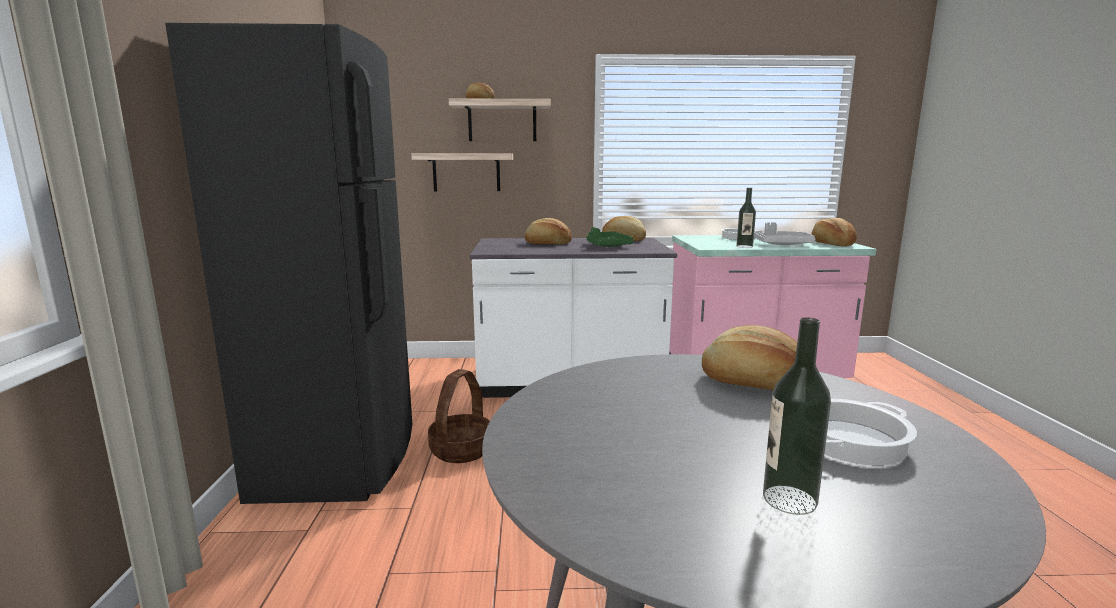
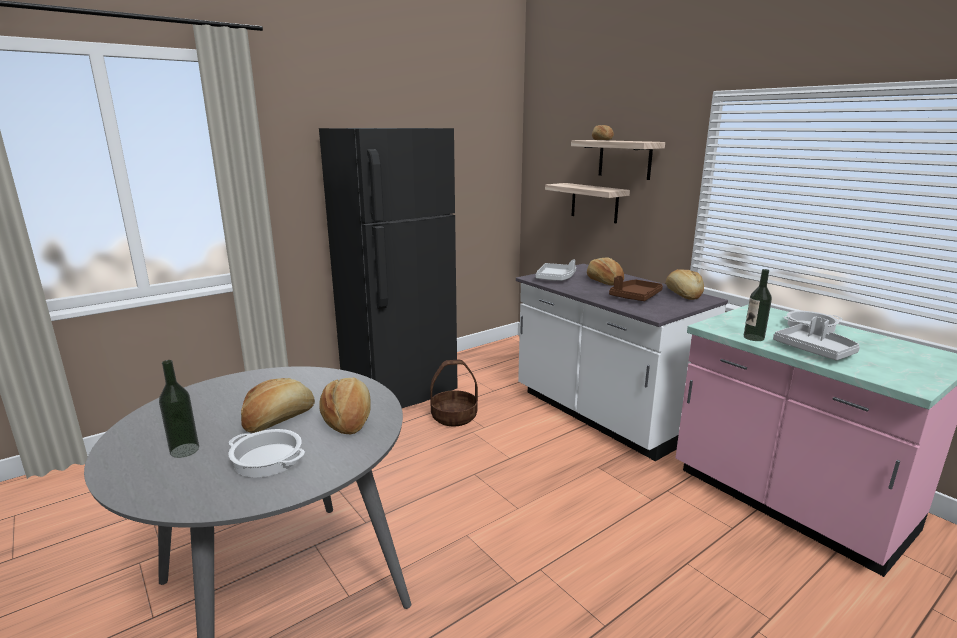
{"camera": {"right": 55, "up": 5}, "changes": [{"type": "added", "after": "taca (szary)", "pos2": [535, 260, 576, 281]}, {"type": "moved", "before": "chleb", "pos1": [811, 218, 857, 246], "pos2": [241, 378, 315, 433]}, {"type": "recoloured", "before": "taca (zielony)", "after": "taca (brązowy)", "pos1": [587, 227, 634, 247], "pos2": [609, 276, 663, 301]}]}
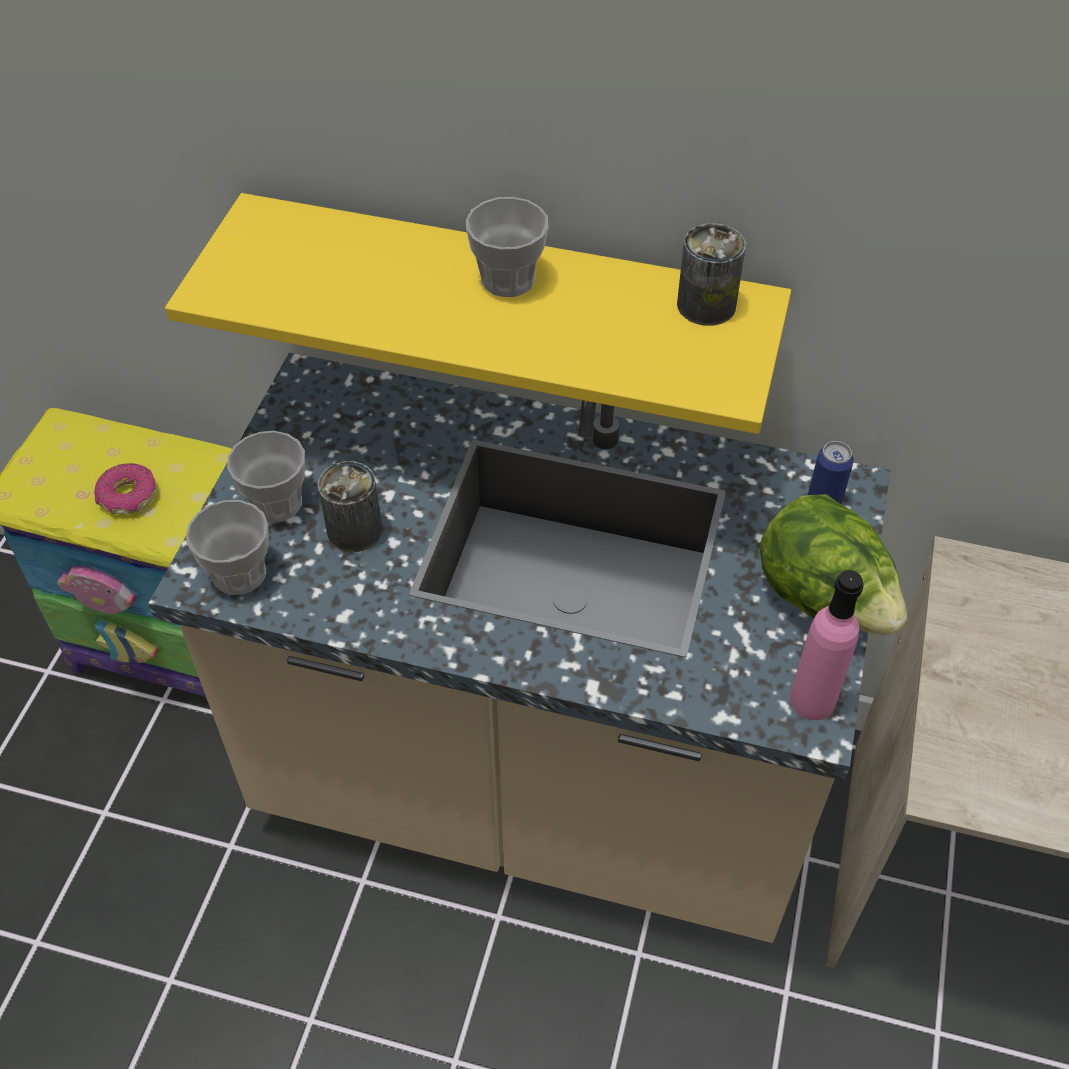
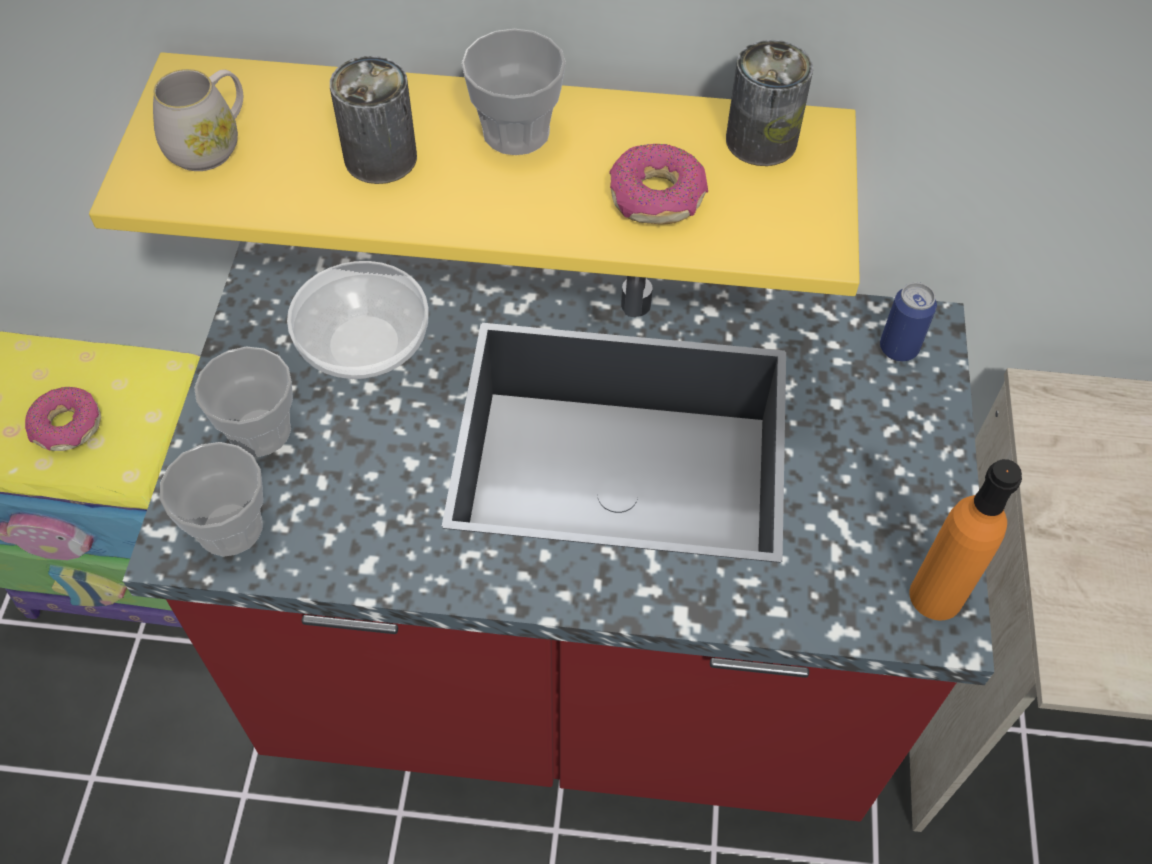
{"camera": {"right": -10, "up": 5}, "changes": [{"type": "removed", "before": "sałata", "pos1": [760, 494, 908, 635]}, {"type": "added", "after": "kubek (biały)", "pos2": [153, 69, 243, 171]}, {"type": "added", "after": "miska", "pos2": [287, 261, 429, 379]}, {"type": "added", "after": "donut", "pos2": [609, 144, 708, 224]}, {"type": "moved", "before": "puszka", "pos1": [318, 461, 382, 552], "pos2": [330, 56, 417, 184]}, {"type": "recoloured", "before": "zabudowa kuchenna (beżowy)", "after": "zabudowa kuchenna (czerwony)", "pos1": [149, 353, 890, 943], "pos2": [123, 241, 994, 821]}, {"type": "recoloured", "before": "butelka (różowy)", "after": "butelka (pomarańczowy)", "pos1": [790, 570, 864, 720], "pos2": [910, 459, 1022, 620]}]}
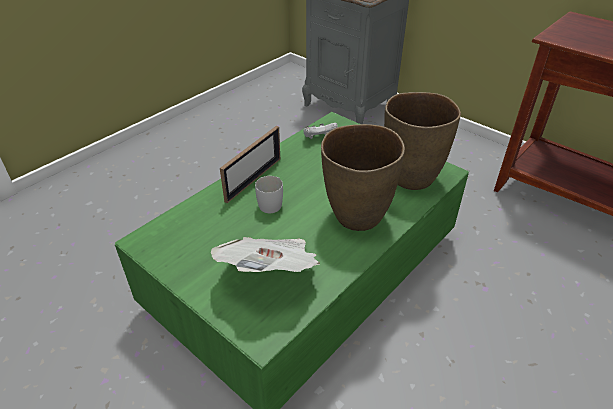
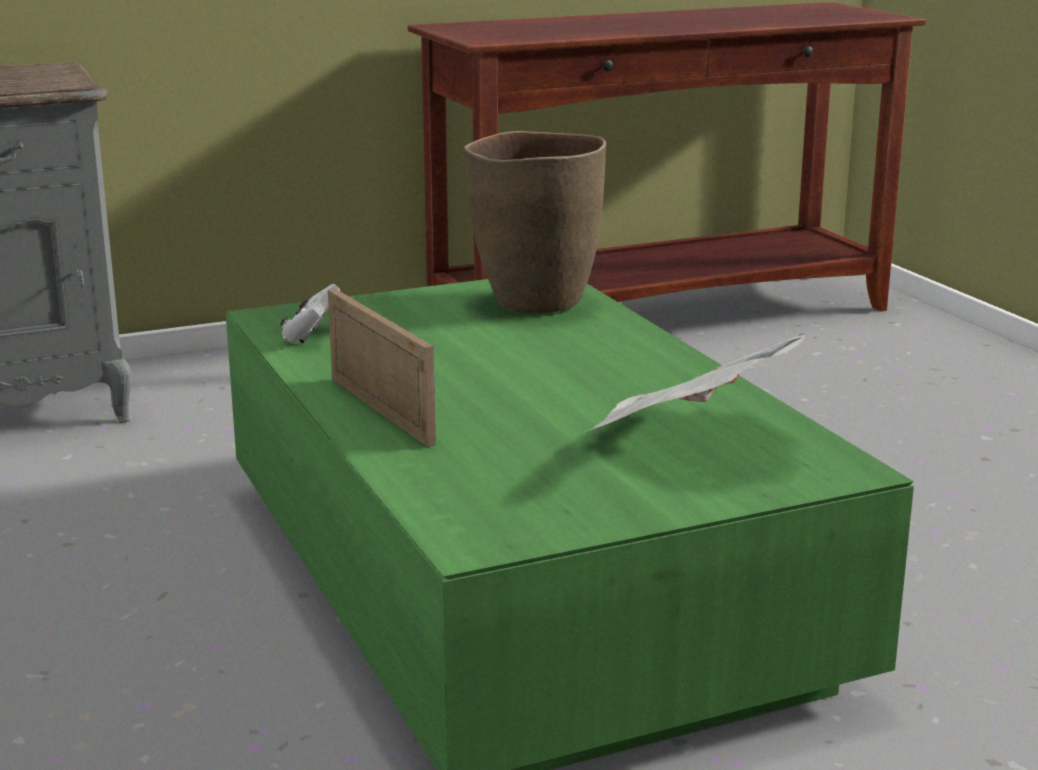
{"camera": {"right": -65, "up": -20}, "changes": [{"type": "removed", "before": "kubek (biały)", "pos1": [255, 176, 283, 213]}, {"type": "removed", "before": "wazon (brązowy)", "pos1": [321, 124, 405, 231]}]}
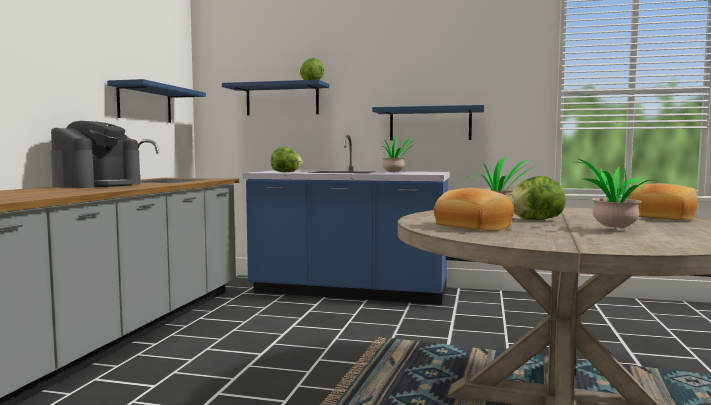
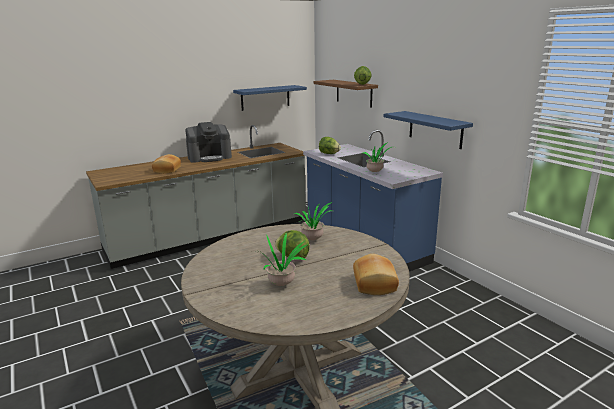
{"camera": {"right": 45, "up": 15}, "changes": [{"type": "moved", "before": "chleb", "pos1": [434, 188, 514, 231], "pos2": [152, 154, 181, 174]}, {"type": "recoloured", "before": "półka (niebieski)", "after": "półka (brązowy)", "pos1": [222, 80, 329, 115], "pos2": [314, 80, 378, 108]}]}
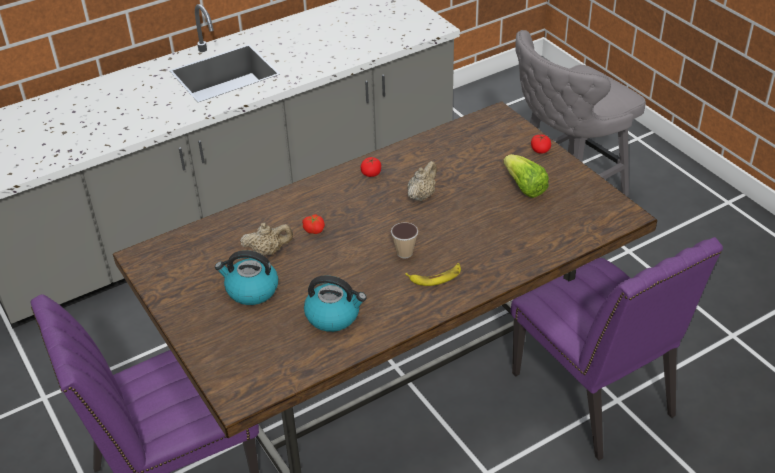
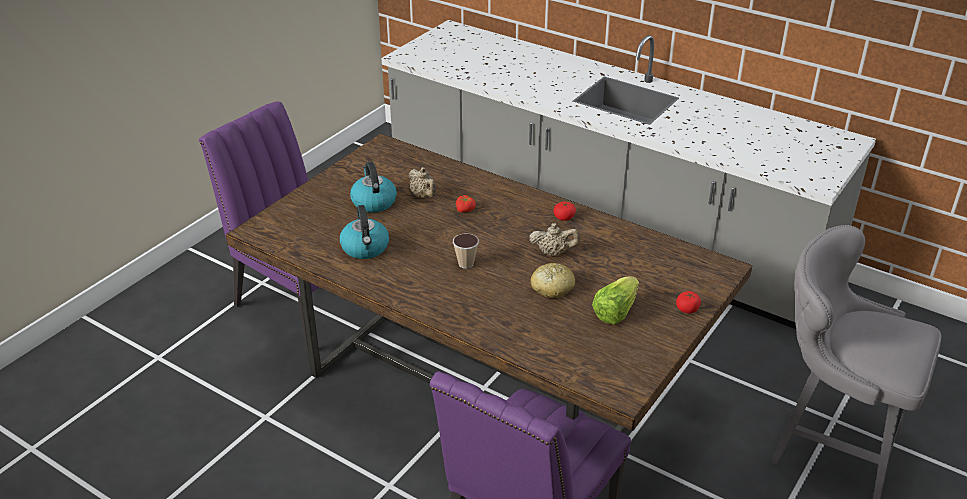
{"camera": {"right": 65, "up": -5}, "changes": [{"type": "removed", "before": "banan", "pos1": [405, 263, 461, 286]}, {"type": "added", "after": "chleb", "pos2": [530, 263, 575, 298]}]}
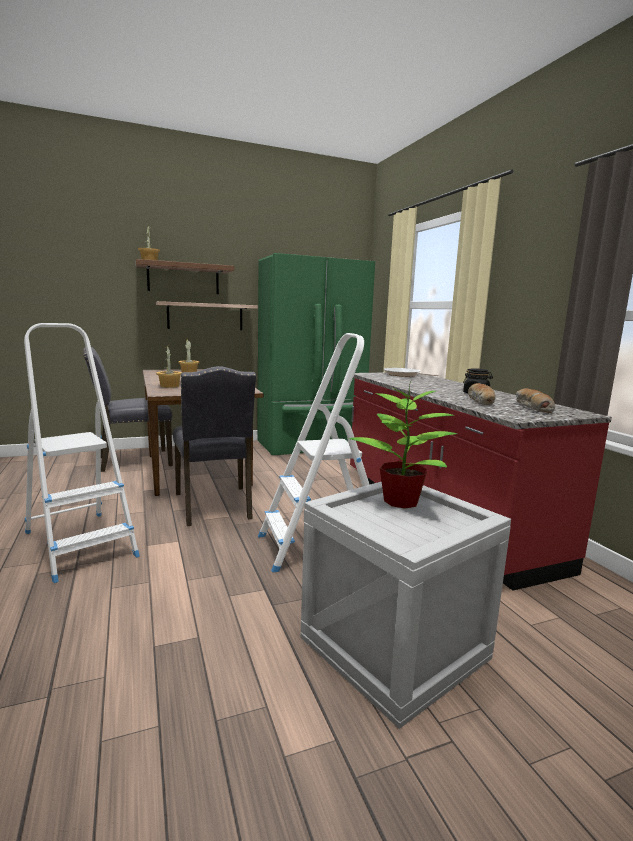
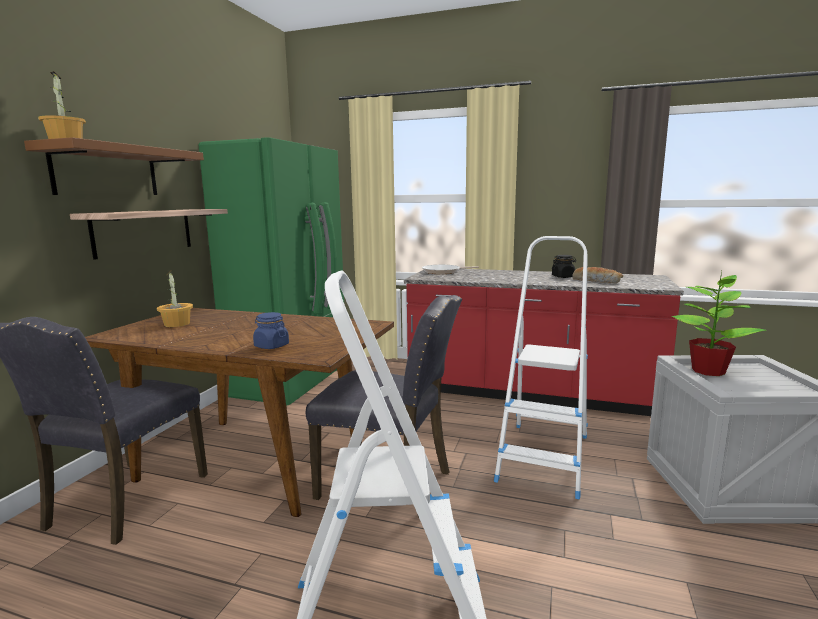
{"camera": {"right": -50, "up": 0}, "changes": [{"type": "removed", "before": "chleb", "pos1": [516, 388, 555, 413]}, {"type": "replaced", "before": "roślina doniczkowa", "after": "słoik (niebieski)", "pos1": [156, 344, 182, 388], "pos2": [253, 312, 289, 349]}]}
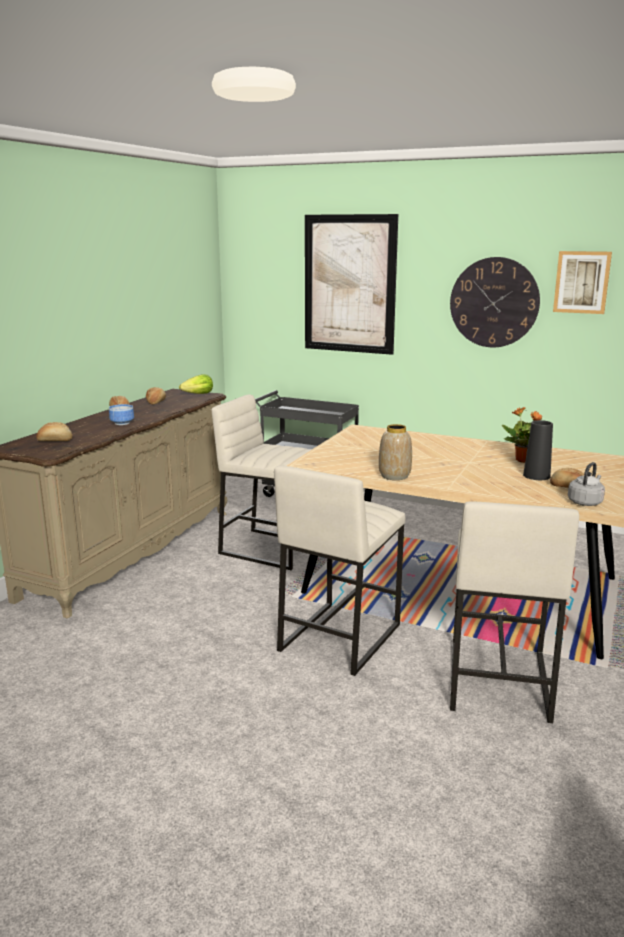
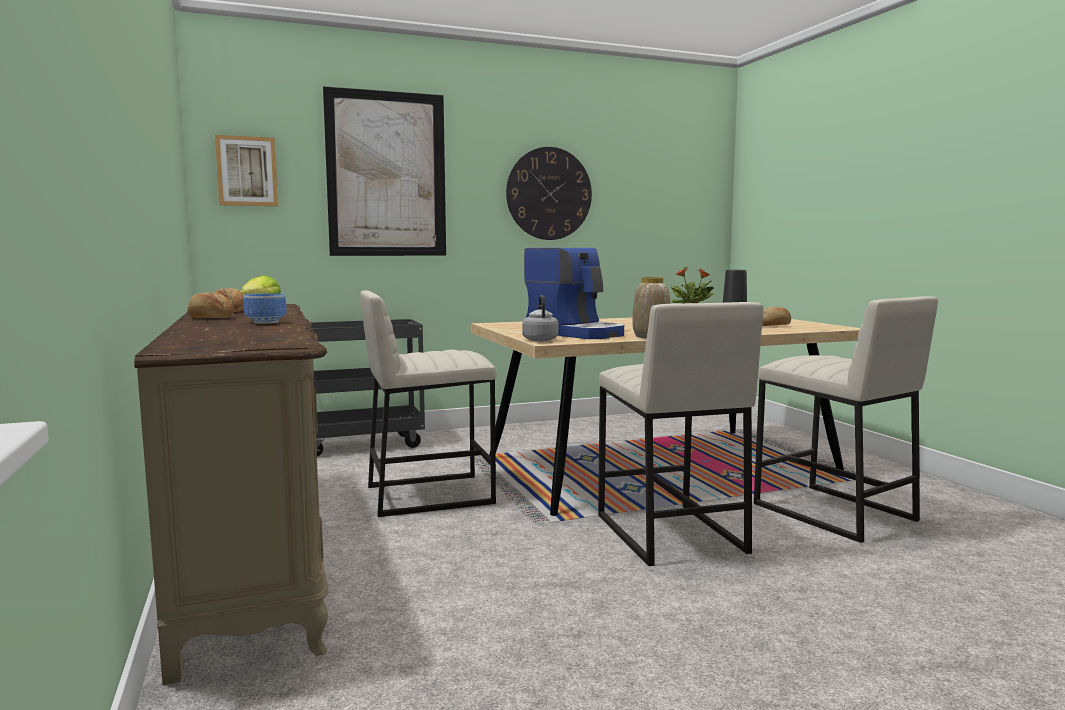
{"camera": {"right": -45, "up": -10}, "changes": [{"type": "removed", "before": "chleb", "pos1": [36, 422, 72, 441]}, {"type": "added", "after": "ekspres do kawy", "pos2": [524, 248, 624, 339]}, {"type": "moved", "before": "obraz", "pos1": [553, 251, 612, 314], "pos2": [215, 135, 278, 206]}, {"type": "moved", "before": "czajnik (szary)", "pos1": [568, 462, 605, 506], "pos2": [522, 295, 559, 341]}]}
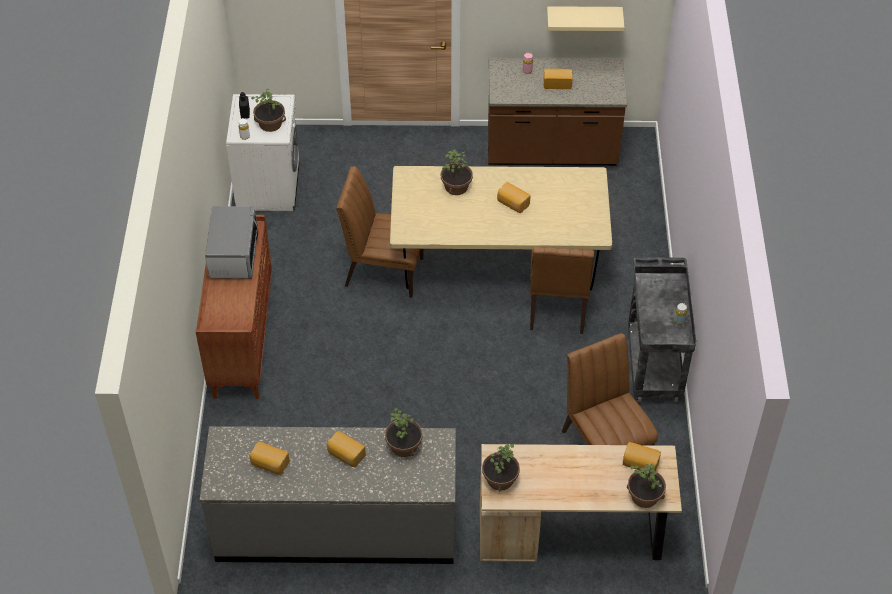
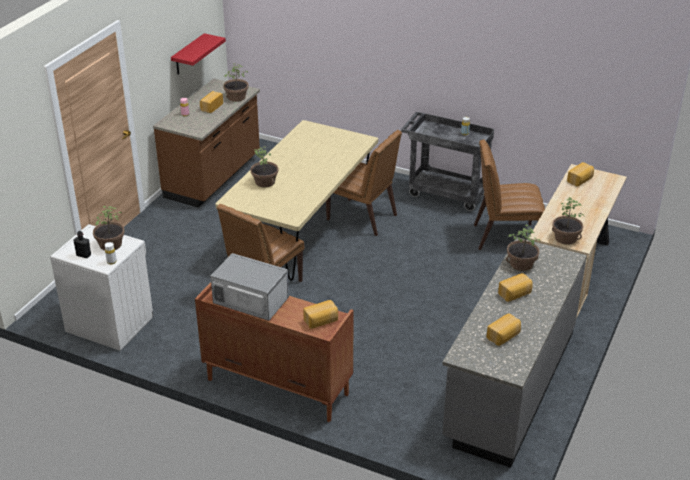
{"camera": {"right": -65, "up": -15}, "changes": [{"type": "moved", "before": "chleb", "pos1": [497, 182, 530, 213], "pos2": [303, 300, 338, 329]}, {"type": "moved", "before": "roślina doniczkowa", "pos1": [627, 464, 666, 508], "pos2": [223, 63, 249, 102]}, {"type": "recoloured", "before": "półka (beżowy)", "after": "półka (czerwony)", "pos1": [547, 6, 625, 31], "pos2": [171, 33, 226, 75]}]}
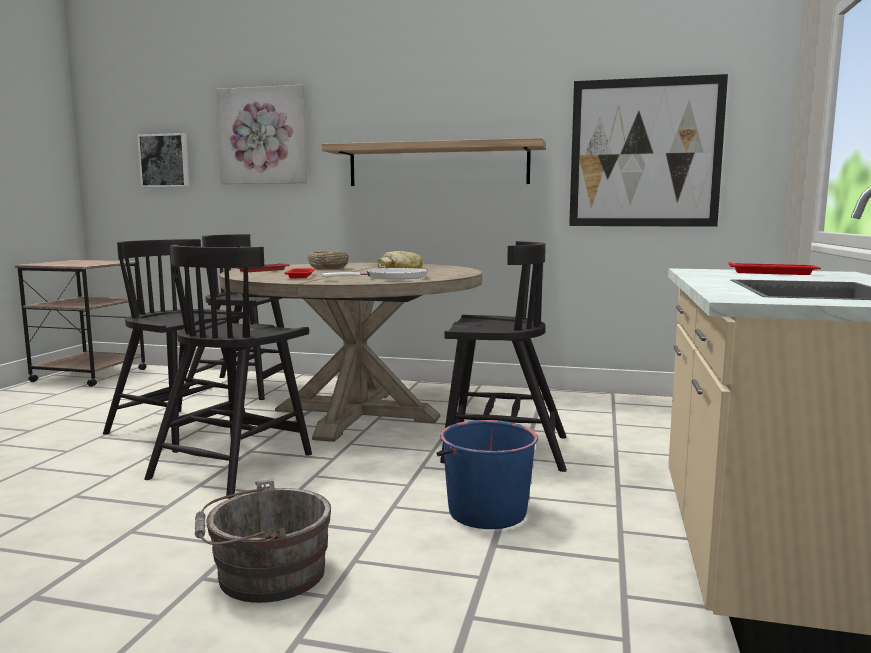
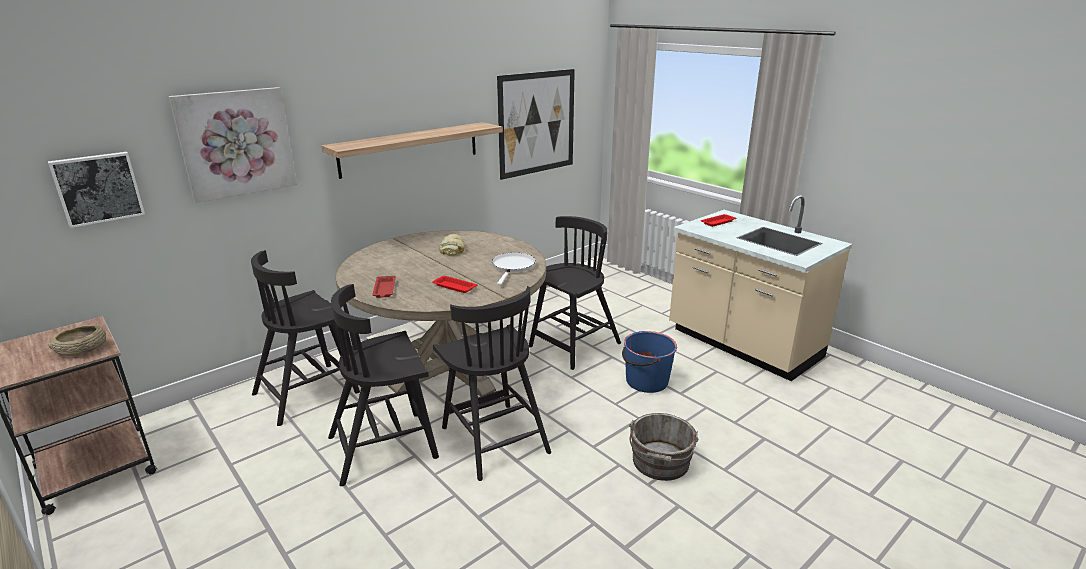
{"camera": {"right": -55, "up": 15}, "changes": [{"type": "moved", "before": "miska (beżowy)", "pos1": [308, 251, 349, 270], "pos2": [48, 325, 106, 356]}]}
